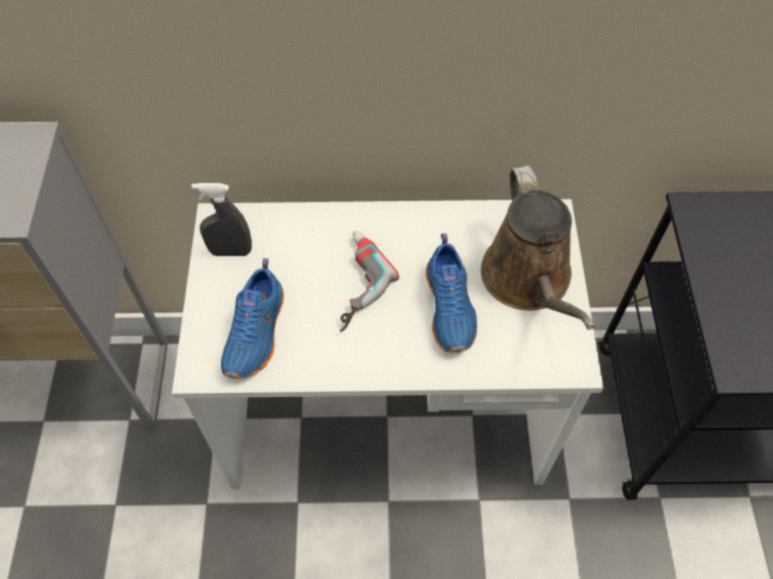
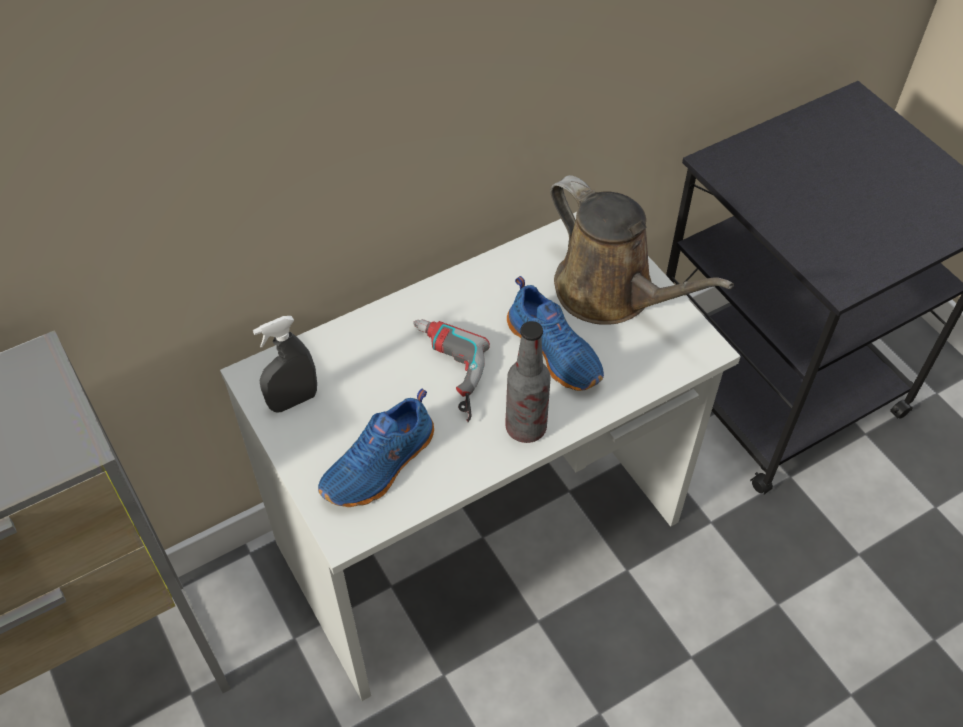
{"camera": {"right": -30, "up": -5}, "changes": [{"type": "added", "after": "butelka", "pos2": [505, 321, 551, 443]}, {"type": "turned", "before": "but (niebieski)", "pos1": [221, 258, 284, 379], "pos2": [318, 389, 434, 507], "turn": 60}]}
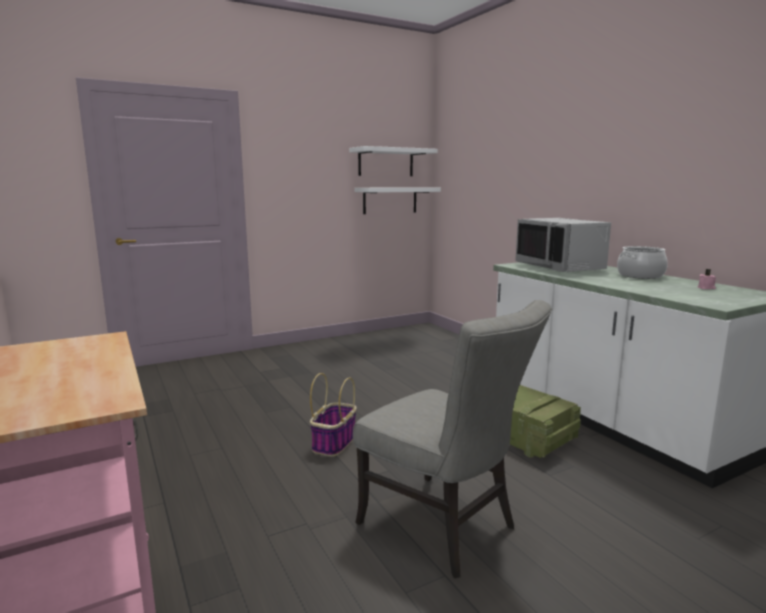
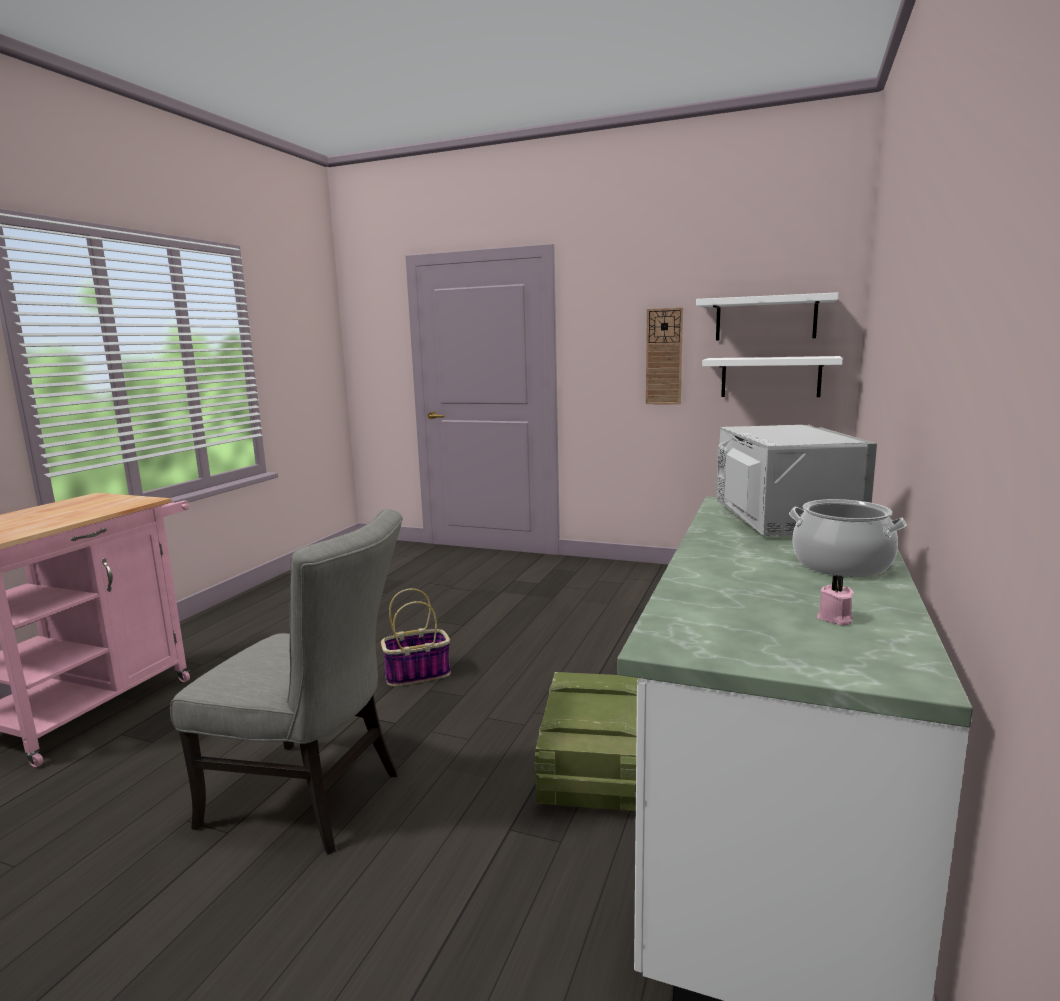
{"camera": {"right": 50, "up": 0}, "changes": [{"type": "added", "after": "zegar ścienny", "pos2": [646, 307, 683, 405]}, {"type": "turned", "before": "krzesło (szary)", "pos1": [353, 300, 552, 578], "pos2": [170, 509, 403, 855], "turn": -75}, {"type": "turned", "before": "mikrofalówka (szary)", "pos1": [515, 218, 611, 272], "pos2": [716, 425, 877, 536], "turn": 150}]}
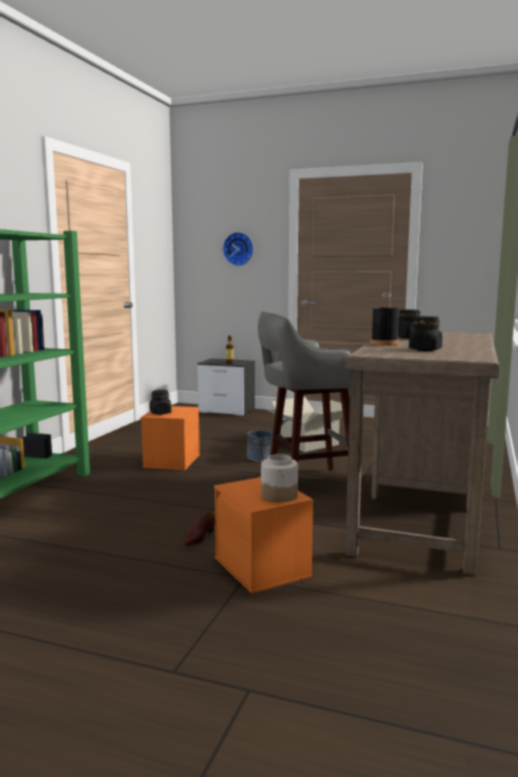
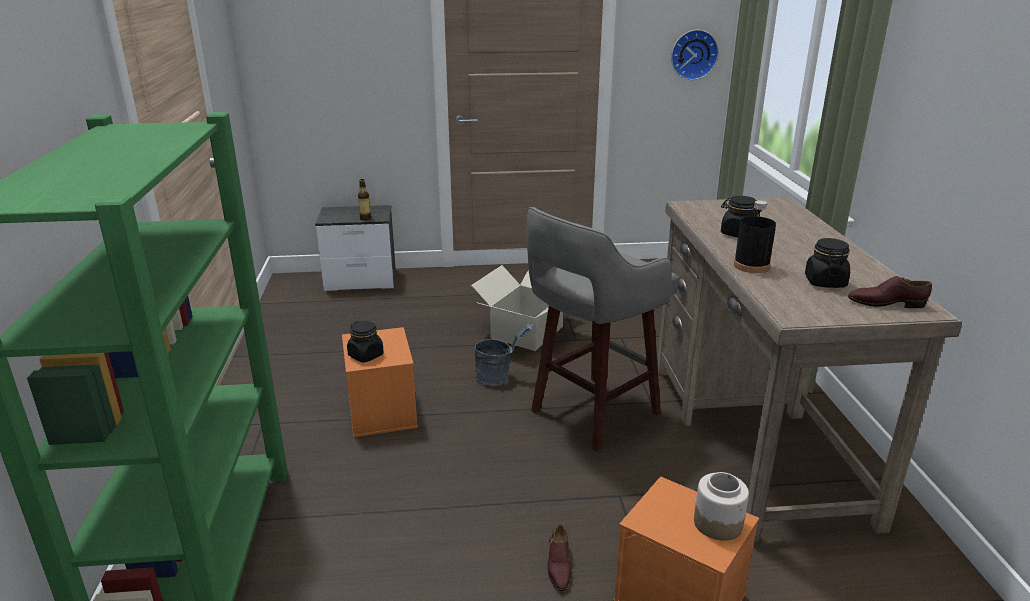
{"camera": {"right": -25, "up": 15}, "changes": [{"type": "added", "after": "but (brązowy)", "pos2": [848, 276, 932, 308]}, {"type": "moved", "before": "zegar ścienny", "pos1": [223, 232, 254, 266], "pos2": [671, 30, 719, 80]}]}
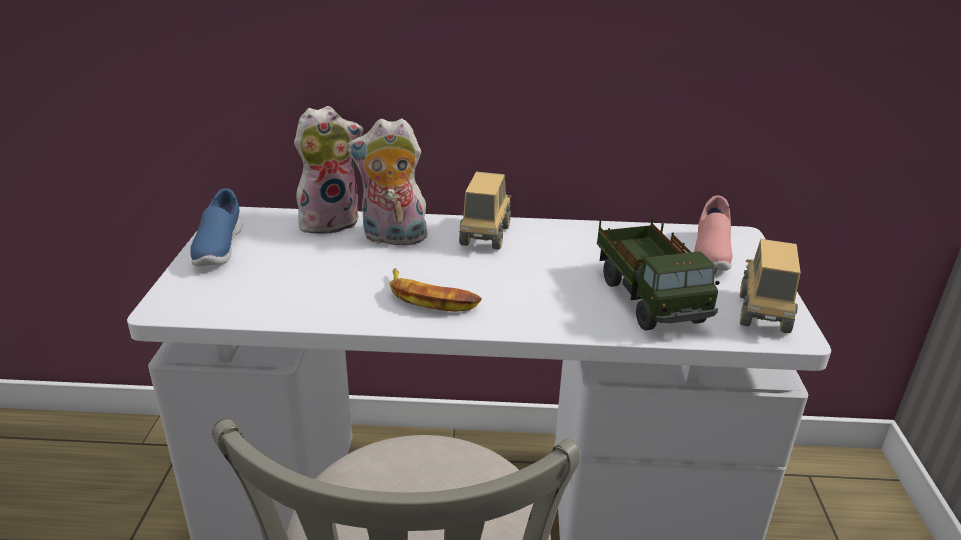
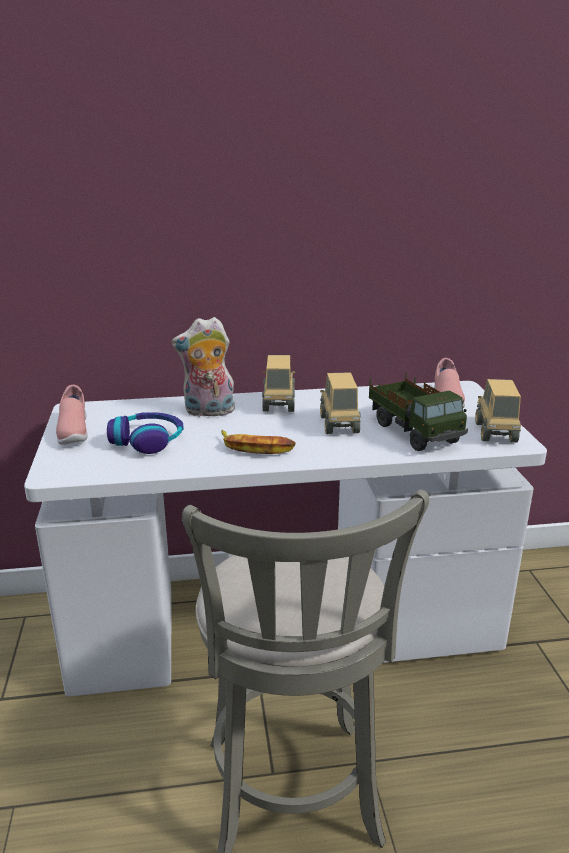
{"camera": {"right": -10, "up": -5}, "changes": [{"type": "removed", "before": "pluszak", "pos1": [294, 106, 363, 234]}, {"type": "added", "after": "słuchawki", "pos2": [107, 412, 184, 454]}, {"type": "added", "after": "ciężarówka zabawkowa", "pos2": [320, 372, 361, 434]}, {"type": "recoloured", "before": "but (niebieski)", "after": "but (różowy)", "pos1": [190, 188, 243, 267], "pos2": [56, 385, 88, 445]}]}
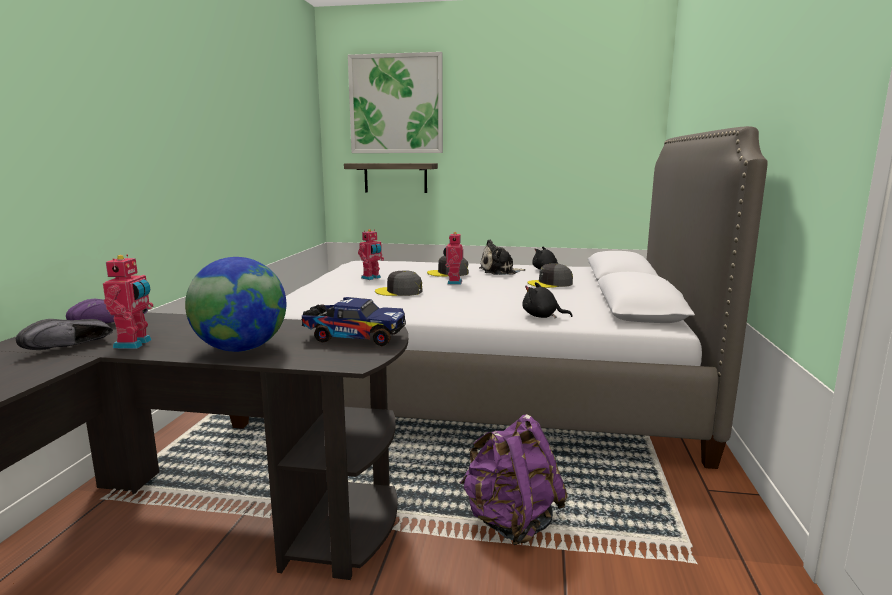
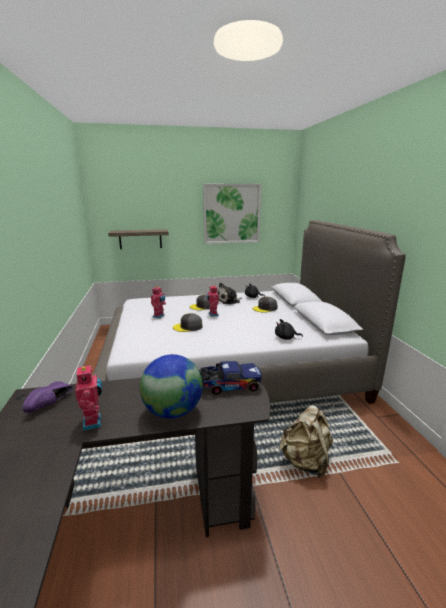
{"camera": {"right": -20, "up": 5}, "changes": [{"type": "removed", "before": "but (czarny)", "pos1": [16, 319, 113, 350]}, {"type": "moved", "before": "obraz", "pos1": [348, 52, 443, 153], "pos2": [203, 184, 261, 244]}, {"type": "recoloured", "before": "plecak (fioletowy)", "after": "plecak (beżowy)", "pos1": [460, 414, 568, 545], "pos2": [279, 405, 333, 478]}]}
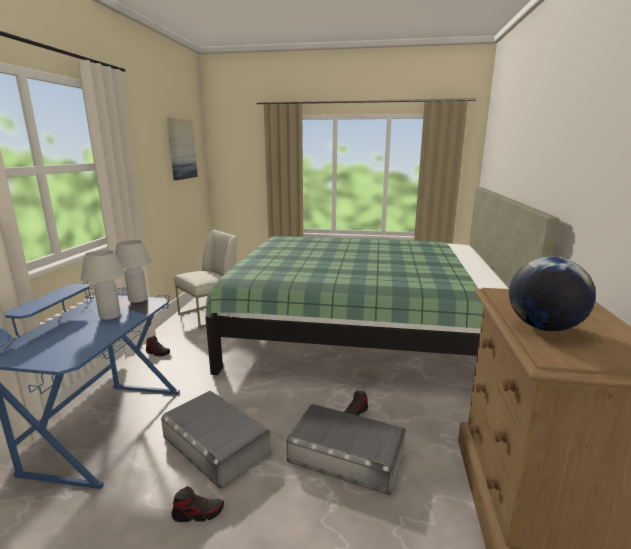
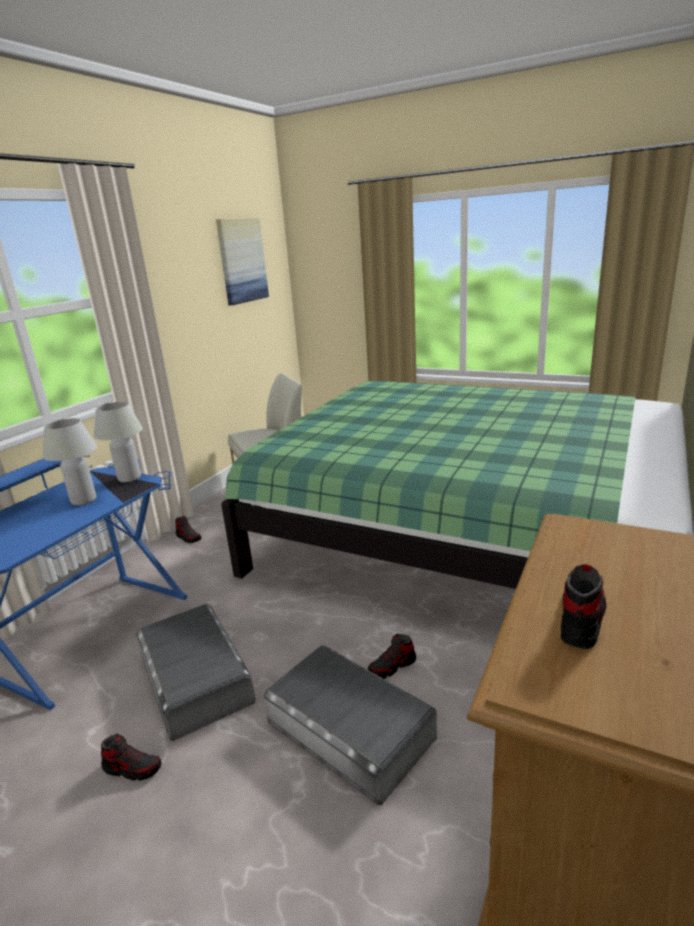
{"camera": {"right": 20, "up": 5}, "changes": [{"type": "replaced", "before": "globus", "after": "but", "pos1": [509, 256, 596, 331], "pos2": [561, 564, 607, 649]}]}
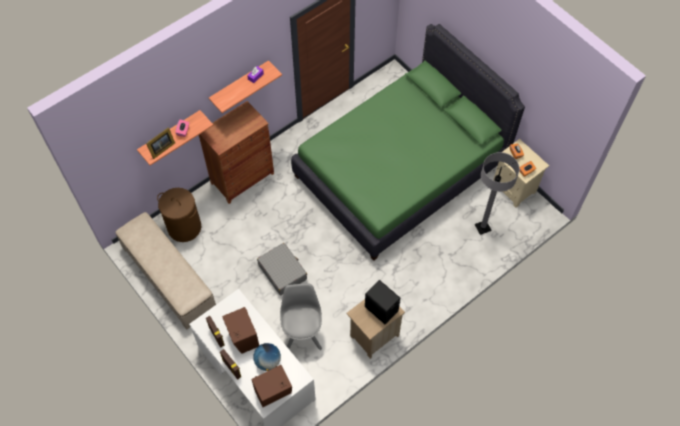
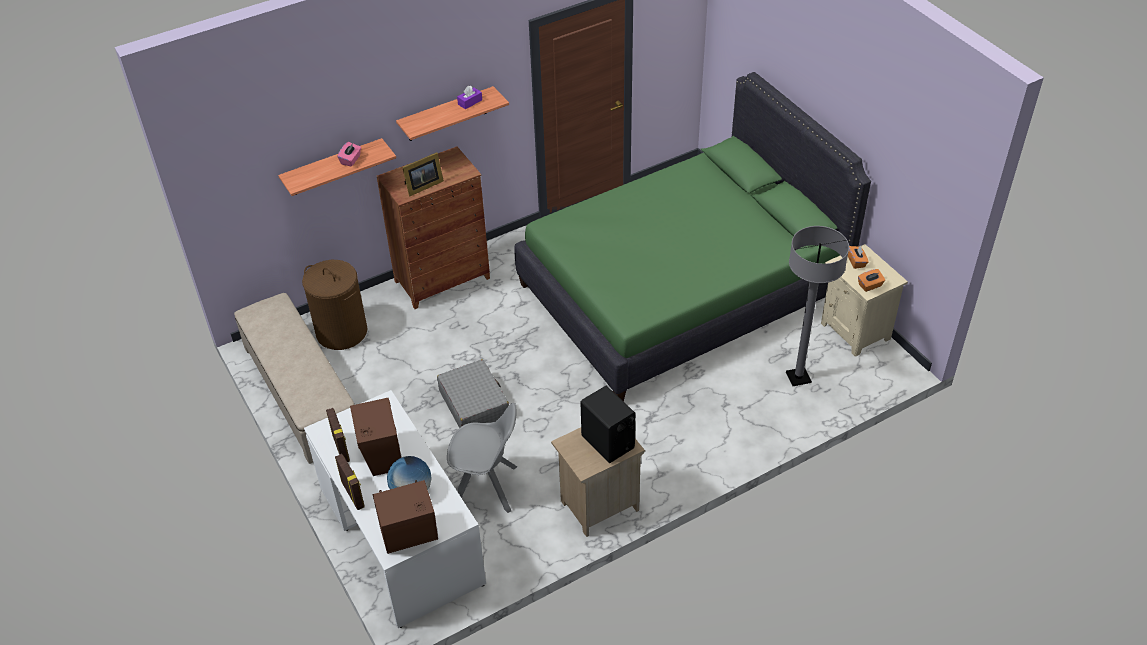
{"camera": {"right": 10, "up": -15}, "changes": [{"type": "moved", "before": "ramka na zdjęcie", "pos1": [146, 127, 175, 159], "pos2": [402, 152, 444, 196]}, {"type": "turned", "before": "krzesło (szary)", "pos1": [280, 284, 322, 350], "pos2": [447, 403, 517, 513], "turn": 90}]}
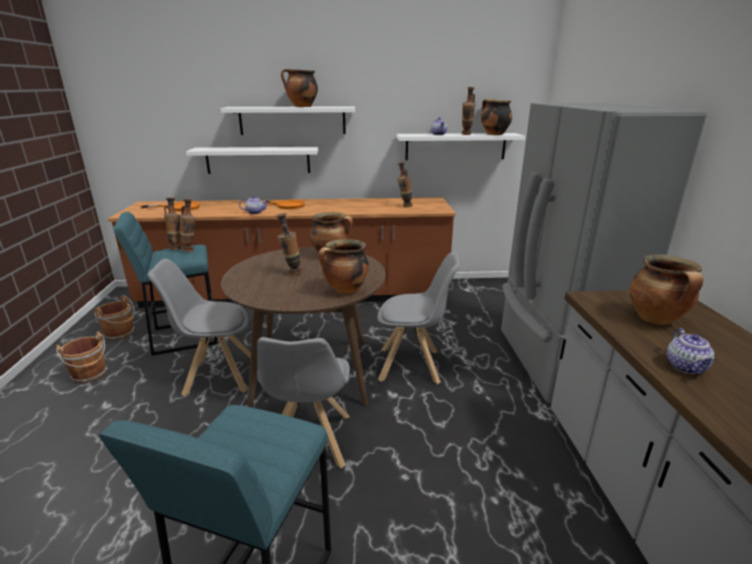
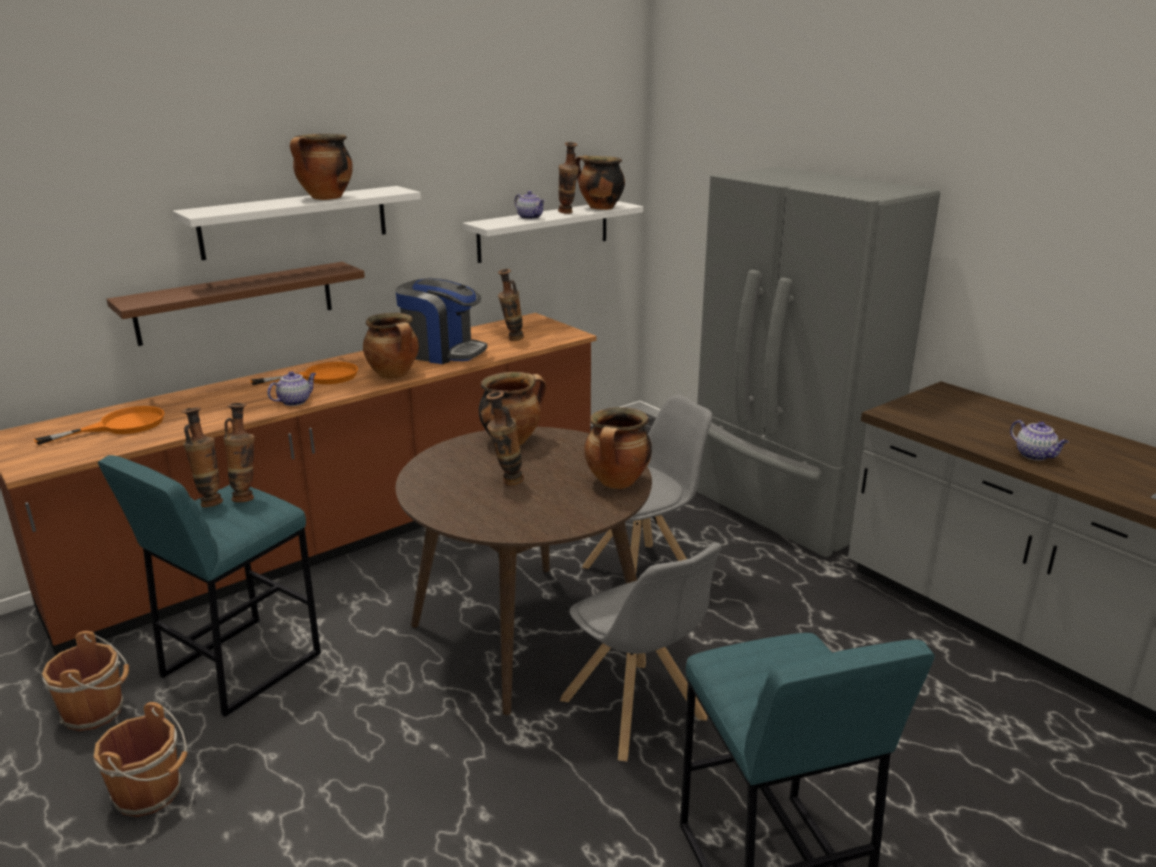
{"camera": {"right": -35, "up": 0}, "changes": [{"type": "removed", "before": "krzesło (szary)", "pos1": [148, 259, 251, 396]}, {"type": "added", "after": "ekspres do kawy", "pos2": [396, 278, 487, 364]}, {"type": "moved", "before": "garnek", "pos1": [630, 254, 703, 325], "pos2": [363, 313, 419, 379]}, {"type": "recoloured", "before": "półka (biały)", "after": "półka (brązowy)", "pos1": [186, 147, 319, 174], "pos2": [107, 262, 365, 346]}]}
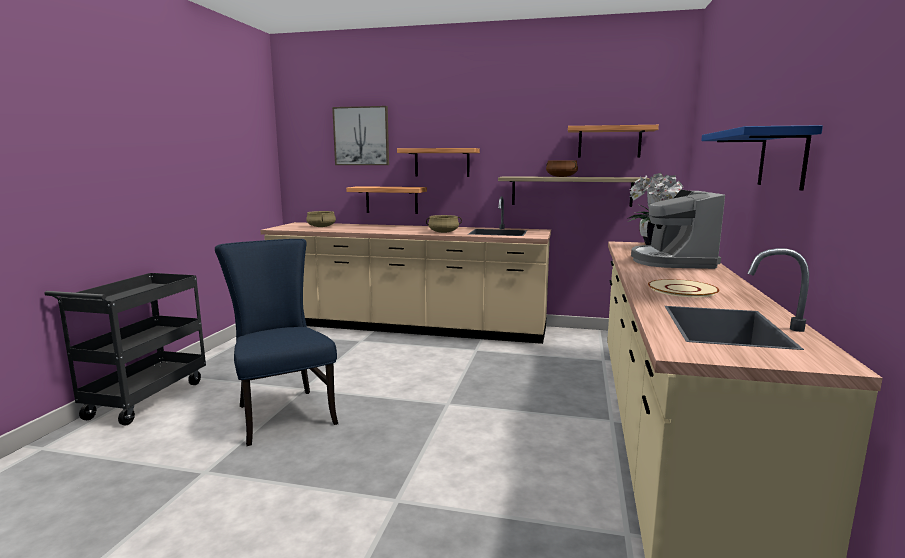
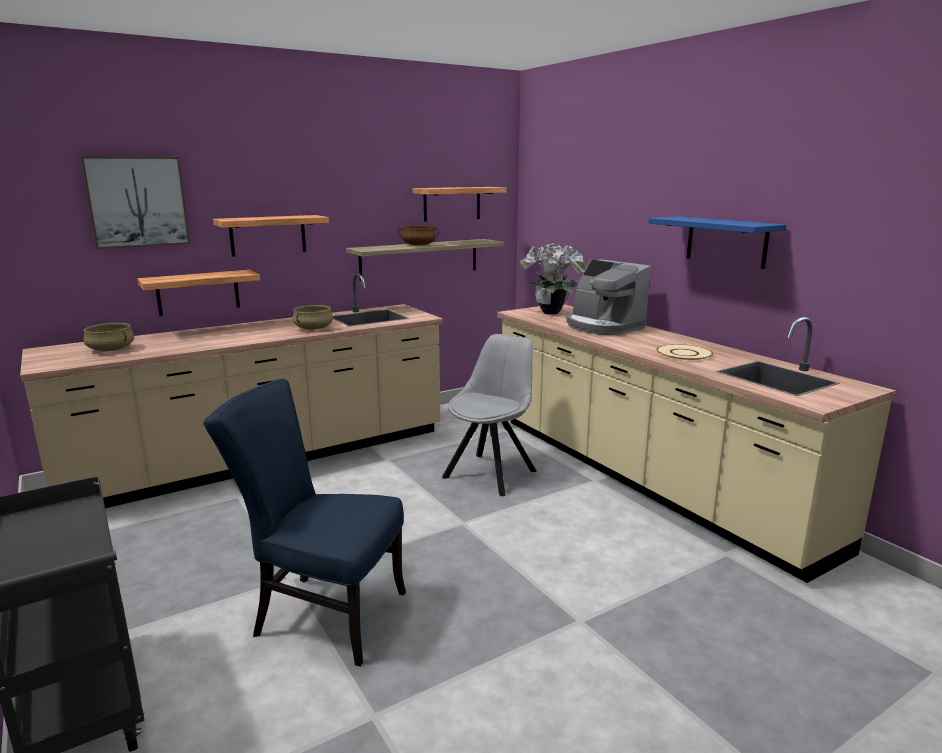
{"camera": {"right": -45, "up": 5}, "changes": [{"type": "added", "after": "krzesło (szary)", "pos2": [442, 334, 537, 496]}]}
